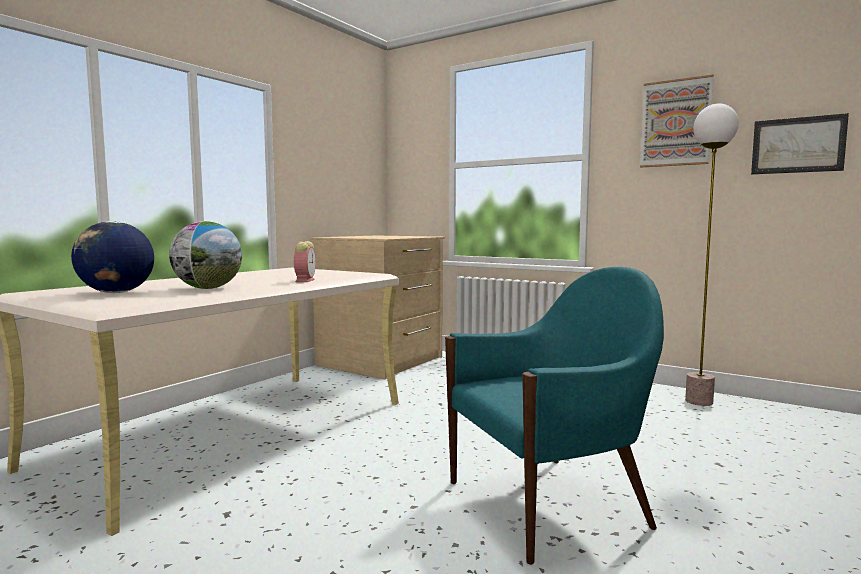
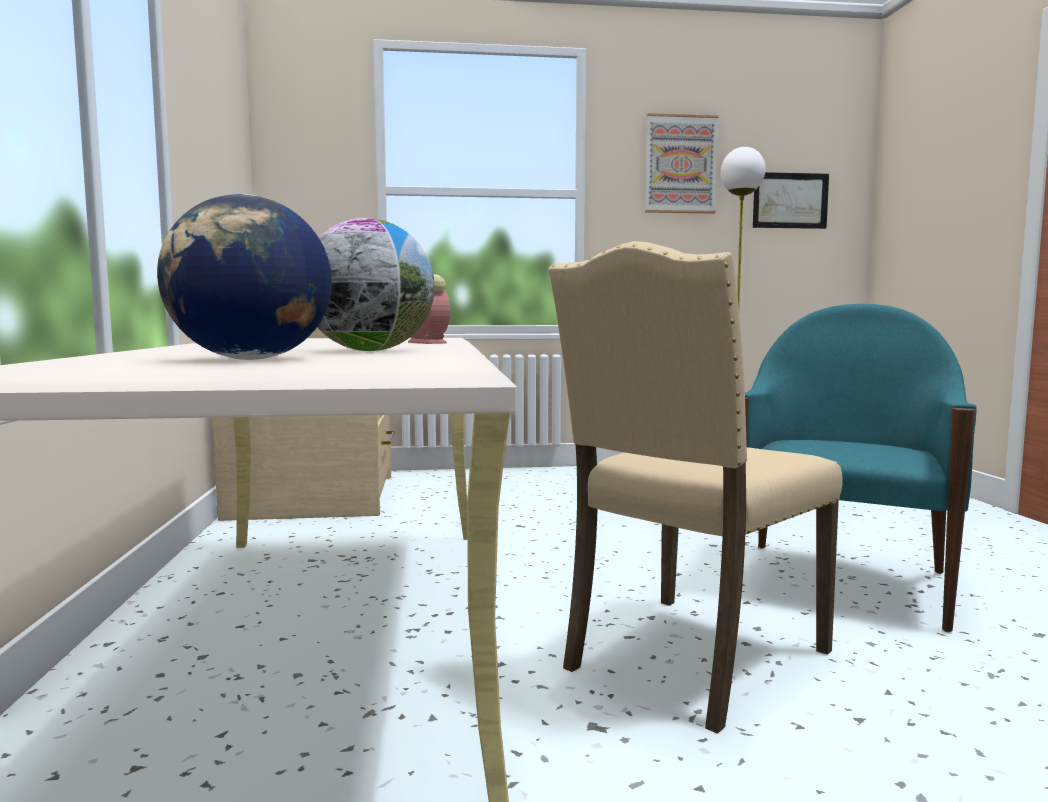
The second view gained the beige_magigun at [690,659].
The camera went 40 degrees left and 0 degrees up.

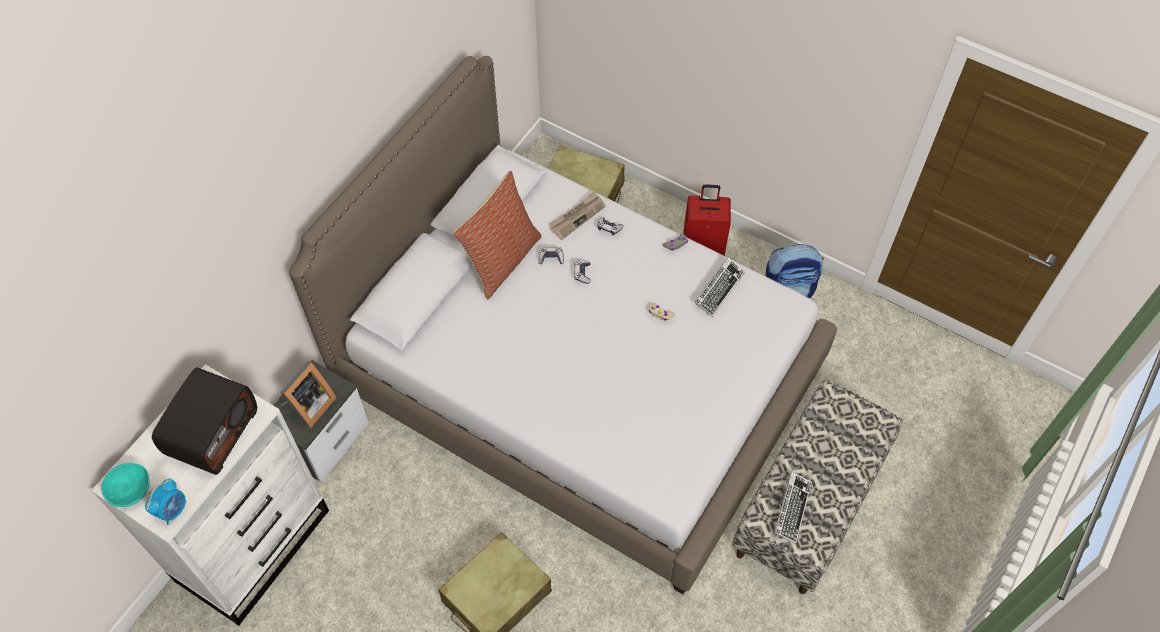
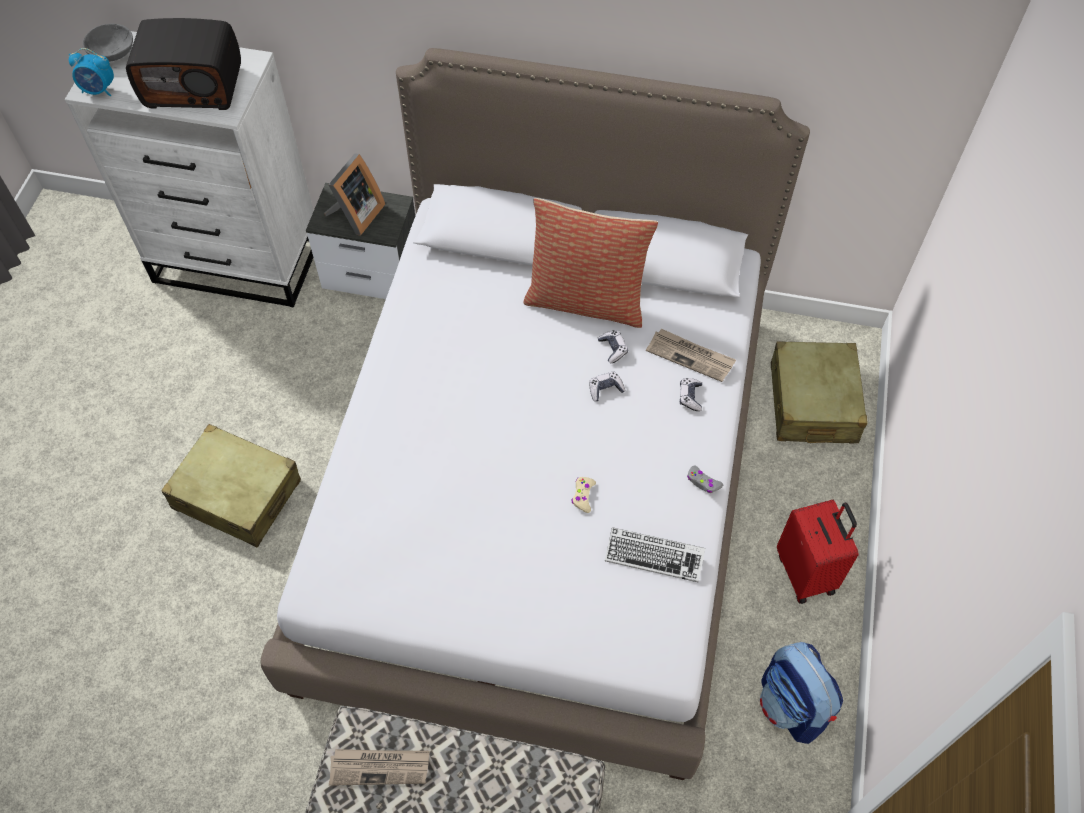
Where the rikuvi stood at [791,509], the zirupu came to stand at [380,767].
What was the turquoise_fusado at [131,491] turned into the grey_fusado at [112,54].
The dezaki at [309,406] ended up facing another way, 75 degrees counterclockwise from before.
The camera went 70 degrees right and 0 degrees up.

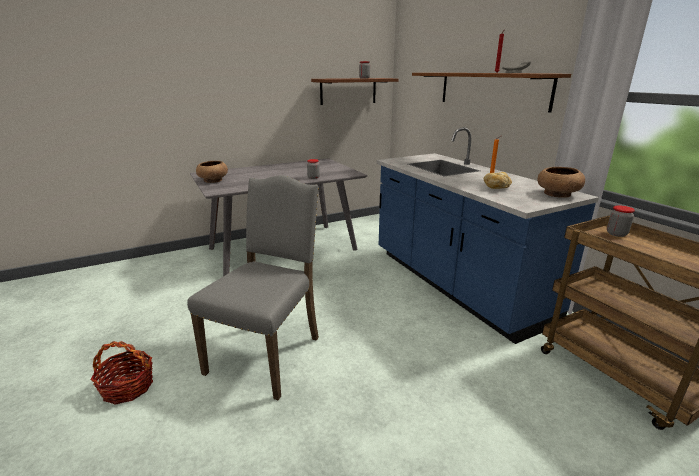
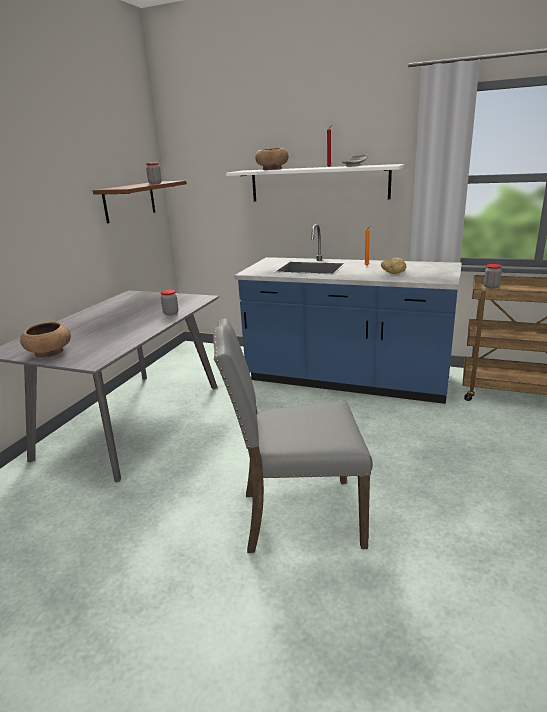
The second view lost the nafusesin at [127,387].
The brown_fusado ended up elsewhere, having gone from [557,194] to [272,169].
What was the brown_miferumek at [491,89] turned into the white_miferumek at [318,184].
The grey_magigun at [268,354] ended up facing another way, 75 degrees counterclockwise from before.
The camera went 40 degrees left and 0 degrees up.

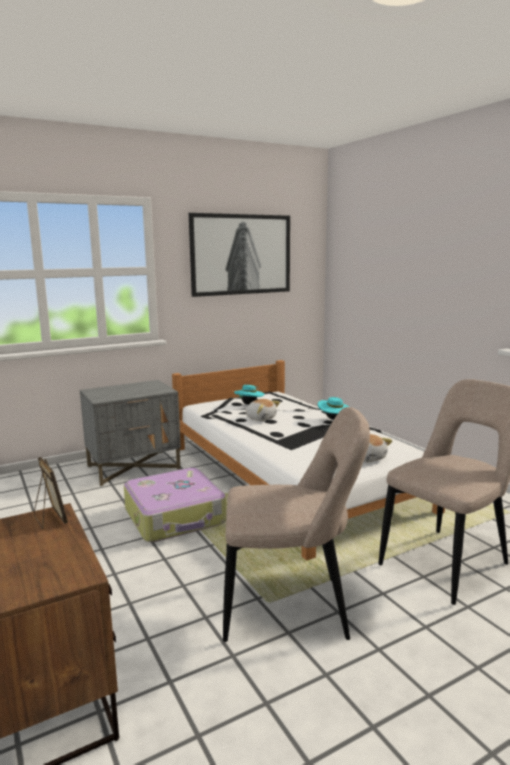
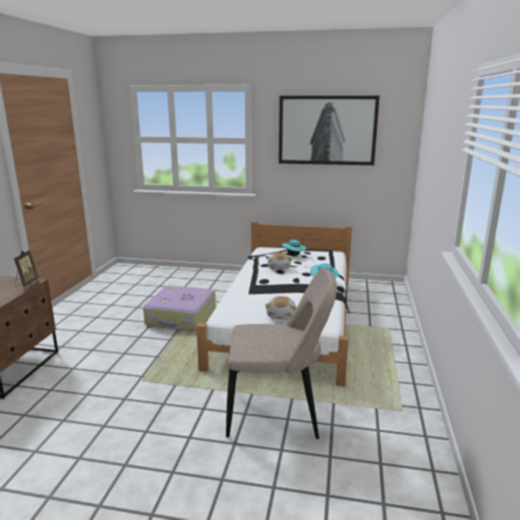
The second view lost the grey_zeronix at [134,467].
The second view lost the beige_magigun at [291,608].
The camera went 40 degrees right and 5 degrees up.

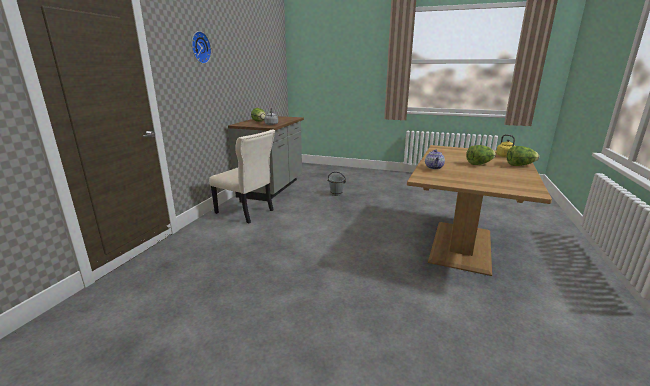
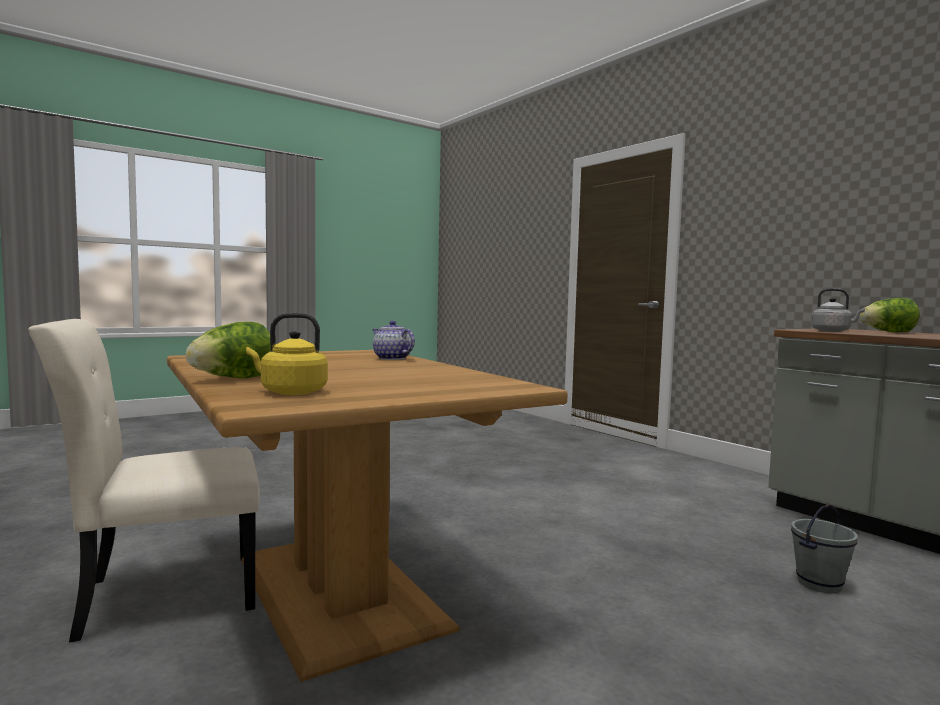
The second view lost the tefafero at [199,47].
The second view lost the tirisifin at [479,164].
The beige_magigun ended up elsewhere, having gone from [246,212] to [162,595].
The camera went 125 degrees right and 15 degrees down.

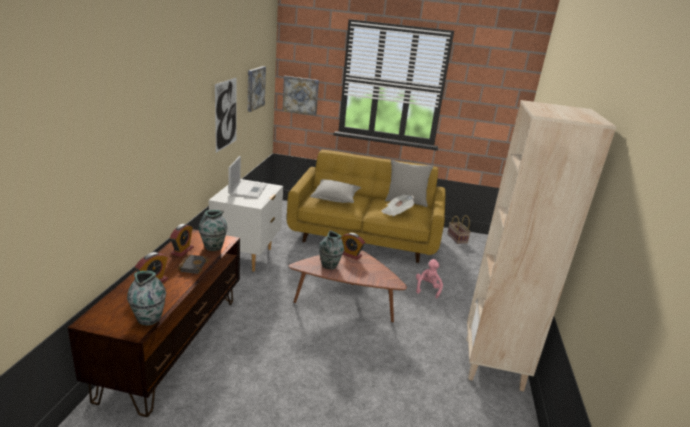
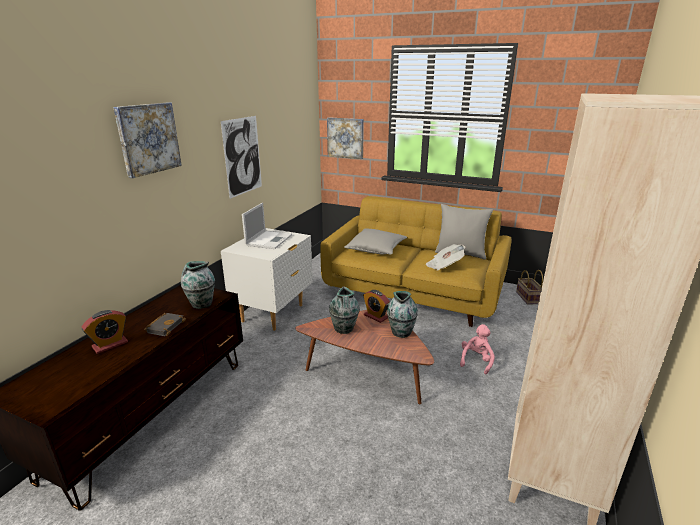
The second view lost the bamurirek at [182,250].
The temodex ended up elsewhere, having gone from [149,318] to [401,332].
The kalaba ended up elsewhere, having gone from [255,88] to [148,138].
The camera went 15 degrees right and 0 degrees up.

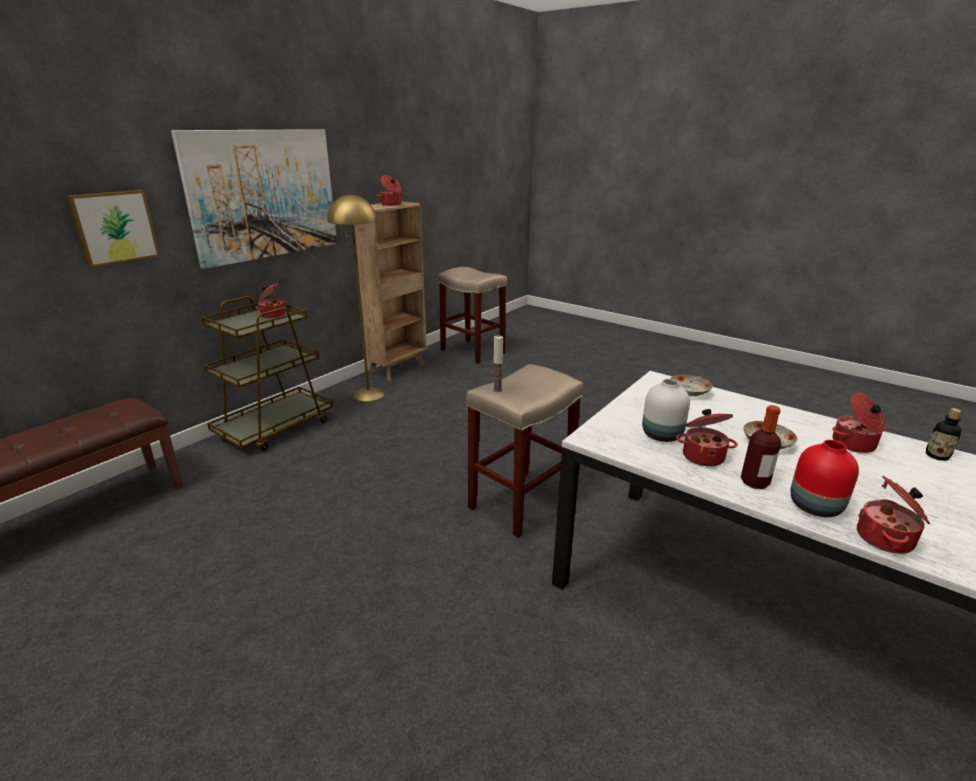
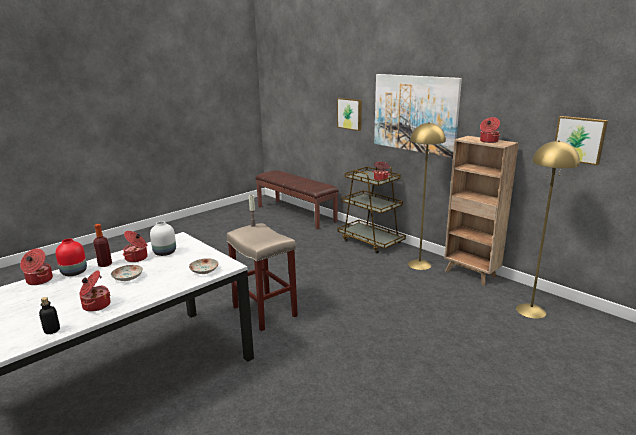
The second view gained the kalaba at [579,139].
Where the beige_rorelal stood at [471,351], the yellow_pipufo came to stand at [530,310].
The camera went 100 degrees right and 5 degrees down.

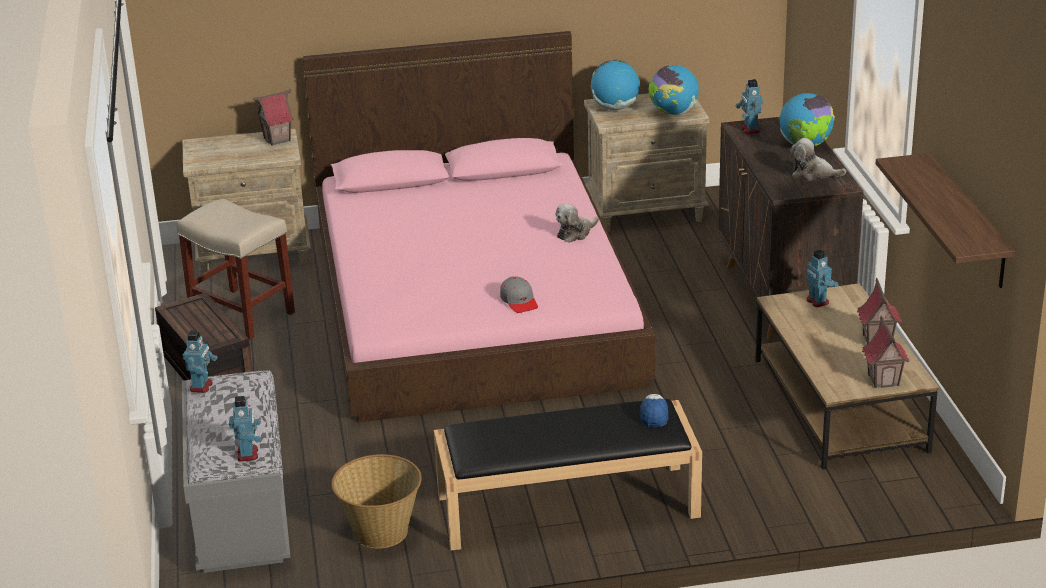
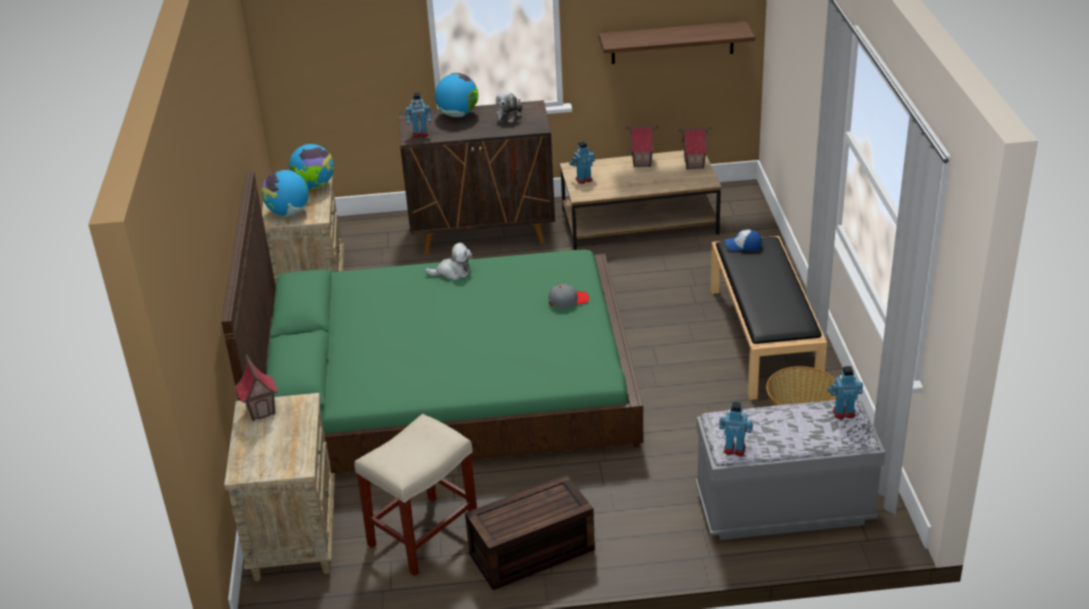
What was the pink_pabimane at [474,302] turned into the green_pabimane at [445,383].
The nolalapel at [575,233] ended up facing another way, 60 degrees counterclockwise from before.
The camera went 85 degrees left and 5 degrees up.

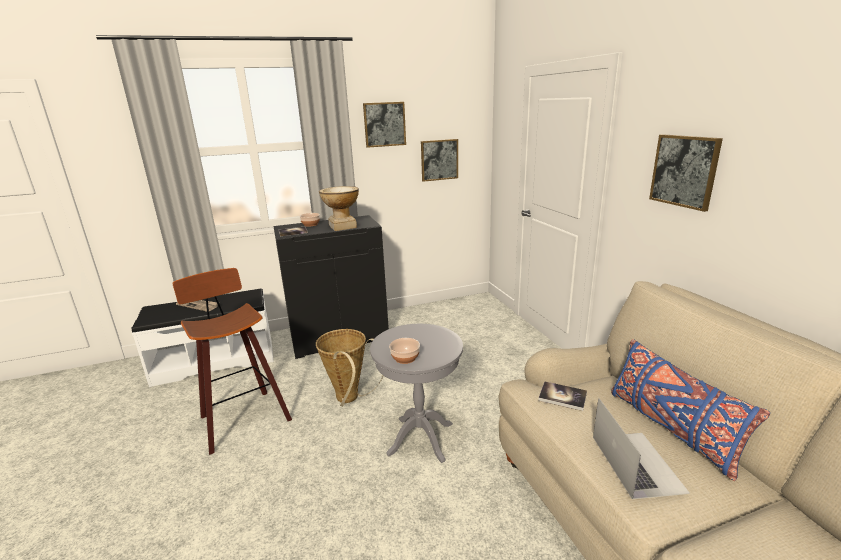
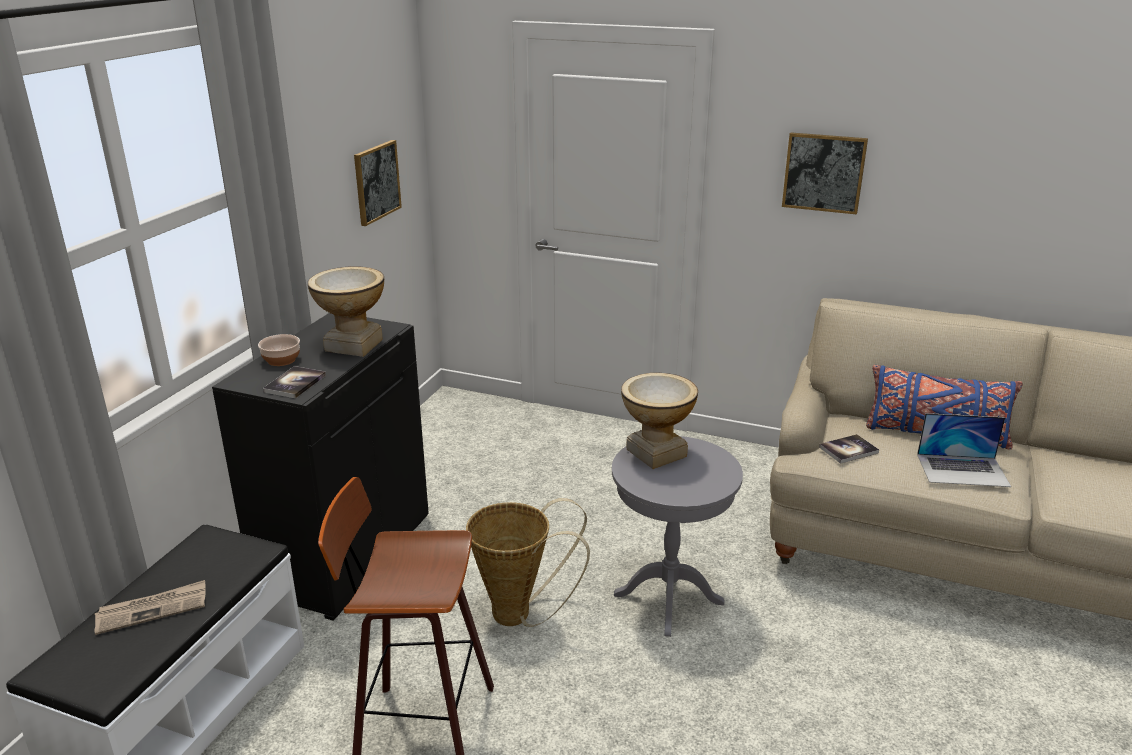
The second view lost the kalaba at [384,124].
The second view lost the fusado at [405,358].
The second view gained the temodex at [656,453].
The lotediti at [636,463] ended up facing another way, 150 degrees clockwise from before.
The camera went 50 degrees left and 5 degrees up.

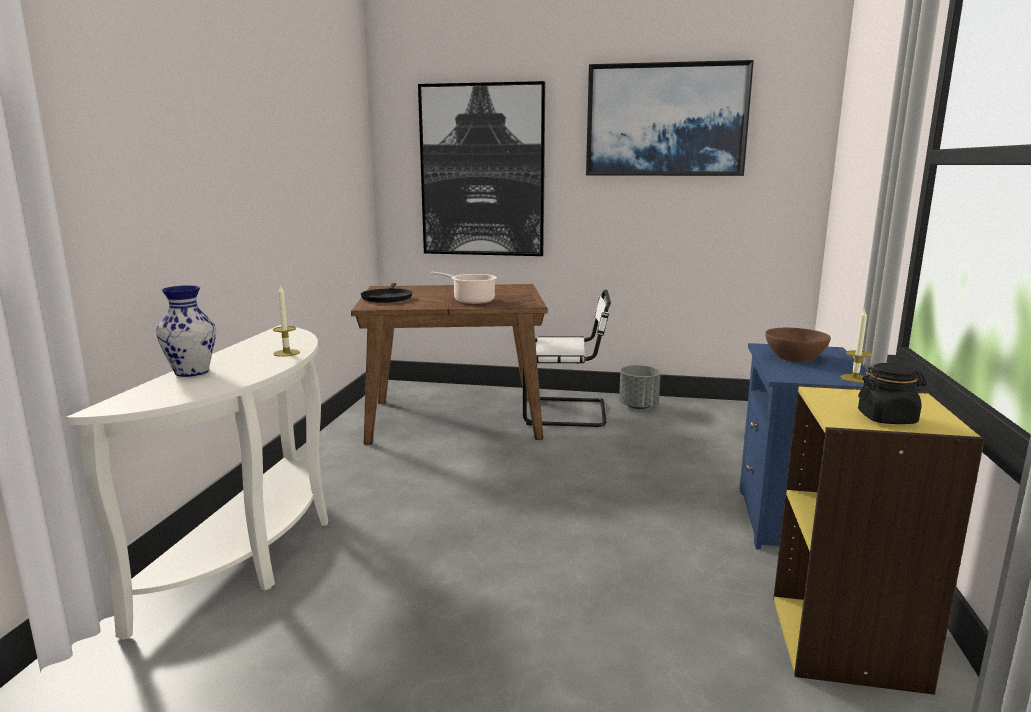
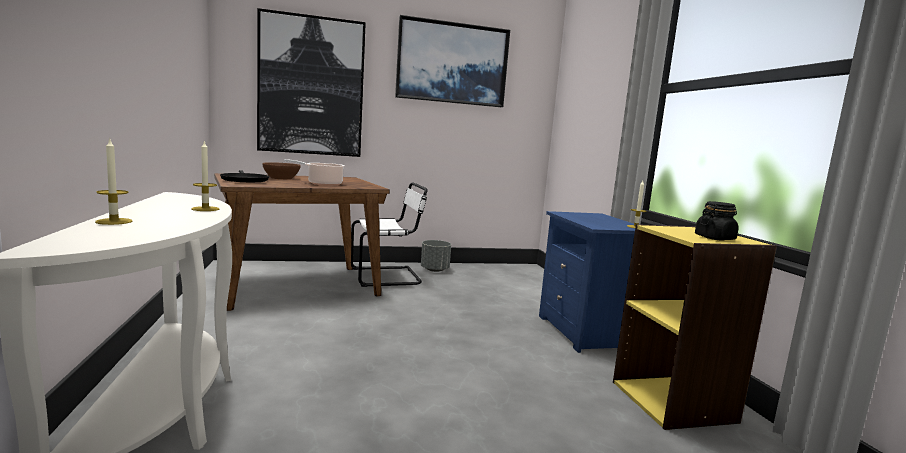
The brown_fusado ended up elsewhere, having gone from [794,357] to [281,178].
Where the temodex stood at [191,372], the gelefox came to stand at [114,221].
The camera went 25 degrees left and 5 degrees down.

